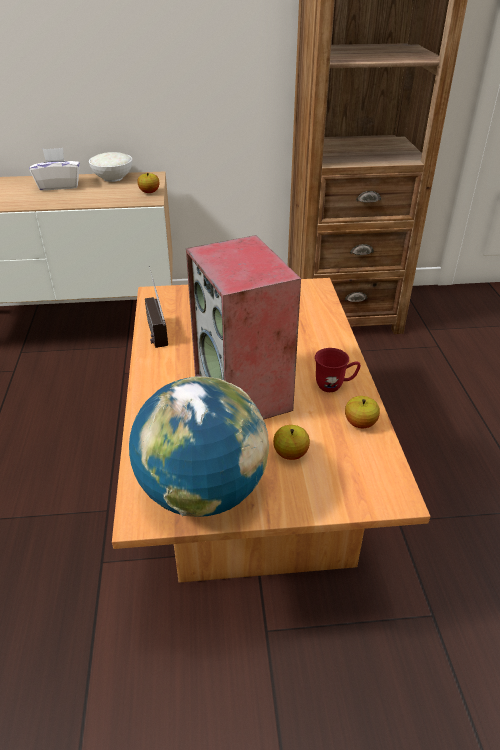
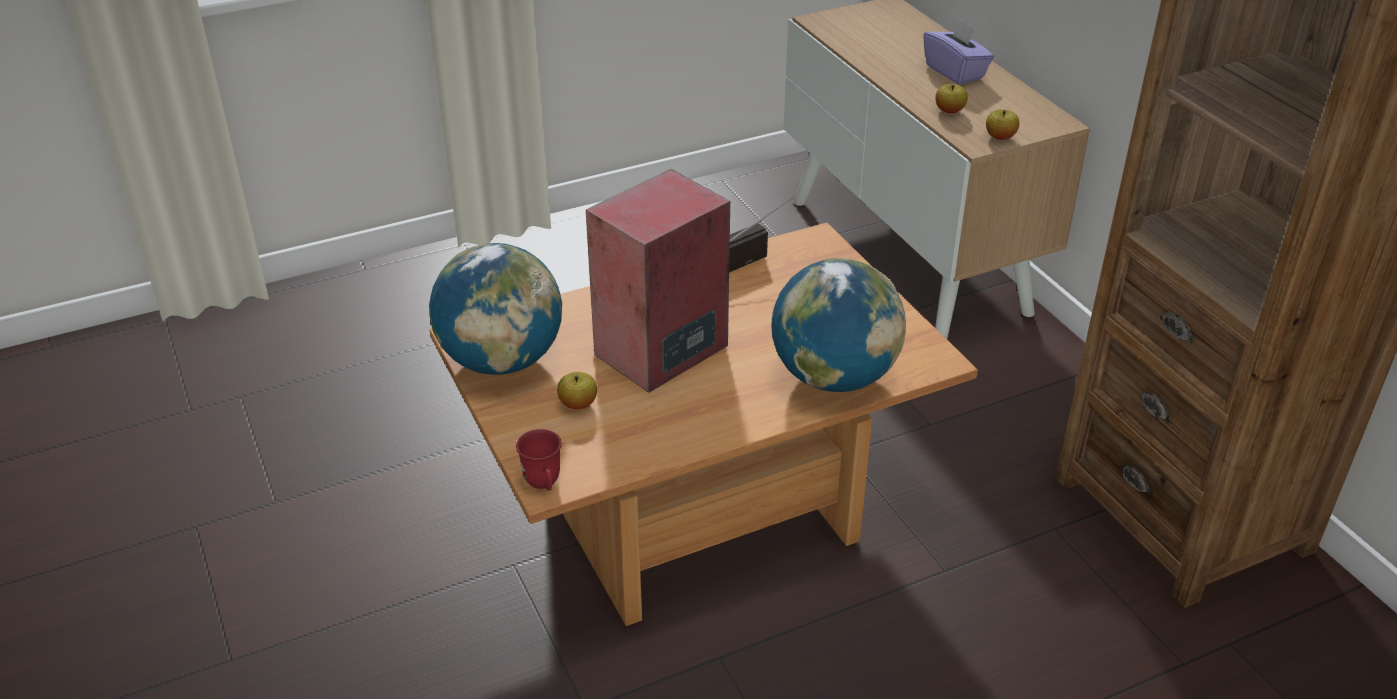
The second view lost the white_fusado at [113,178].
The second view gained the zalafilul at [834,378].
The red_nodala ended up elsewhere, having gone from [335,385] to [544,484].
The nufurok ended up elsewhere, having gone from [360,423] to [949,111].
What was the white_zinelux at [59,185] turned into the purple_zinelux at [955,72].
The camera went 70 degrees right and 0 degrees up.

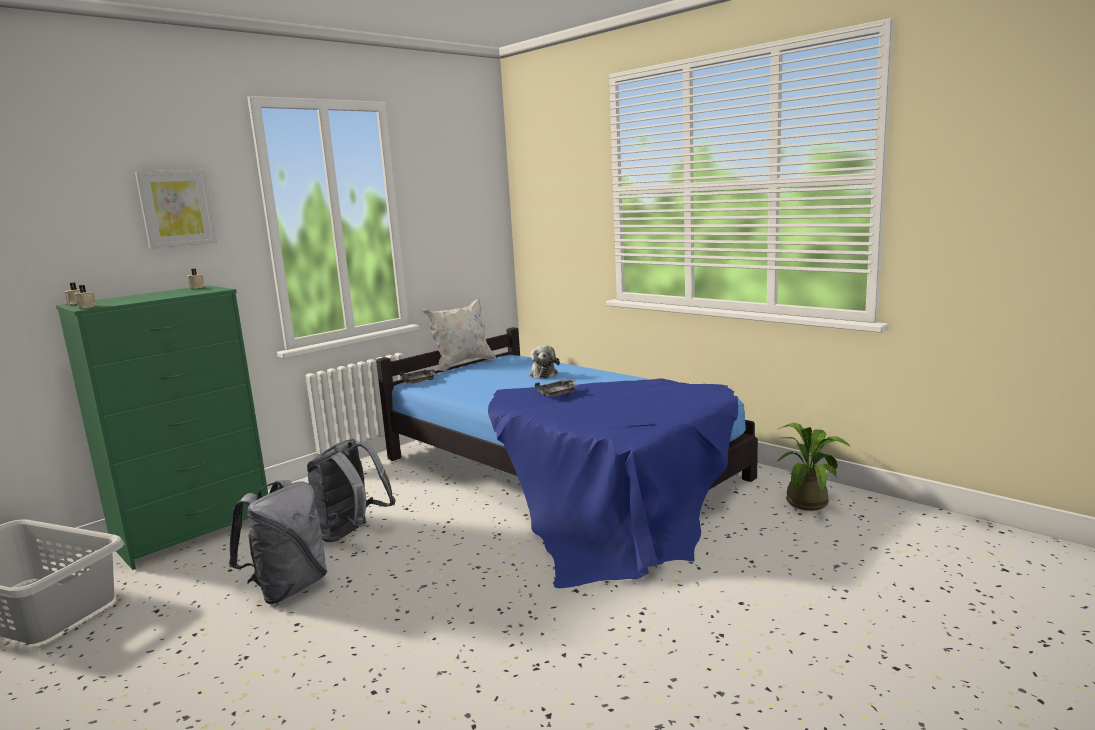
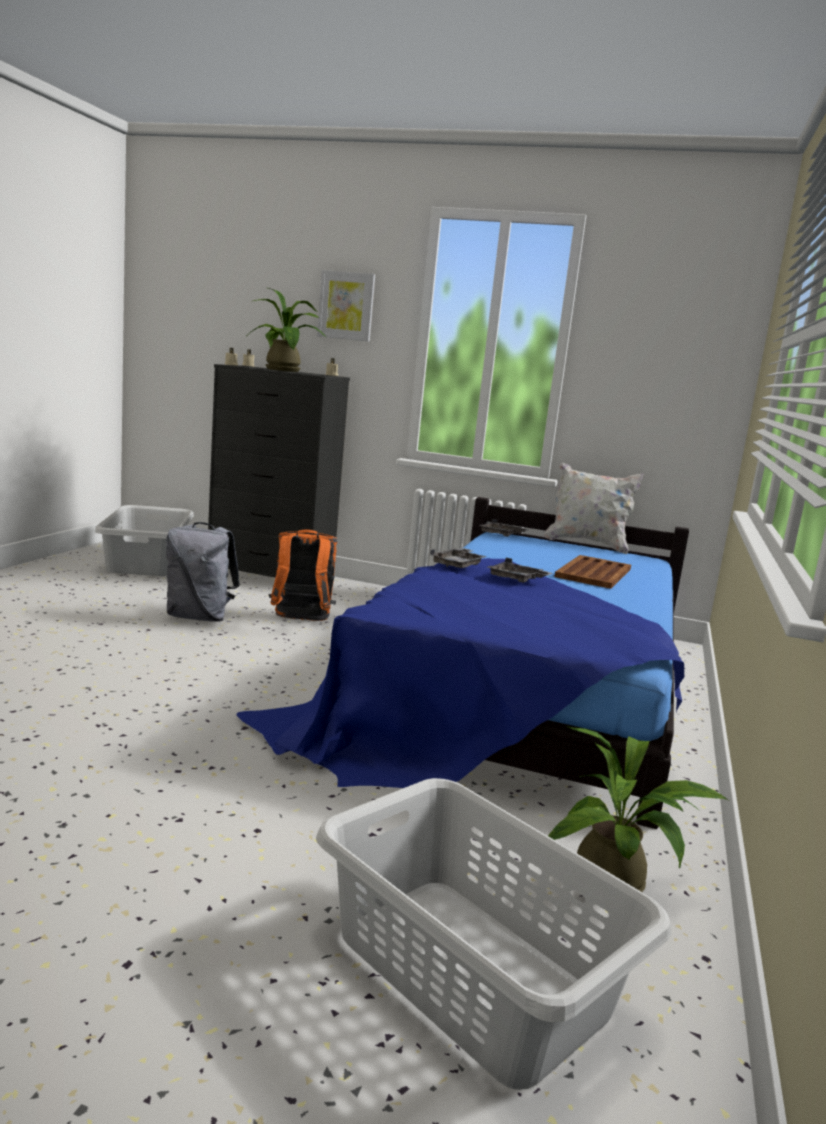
The second view gained the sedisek at [284,370].
The second view gained the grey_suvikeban at [471,970].
The second view gained the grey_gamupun at [458,565].
Where the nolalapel stood at [543,374], the brown_gamupun came to stand at [594,573].
What was the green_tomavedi at [195,531] turned into the black_tomavedi at [271,575].
What was the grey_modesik at [352,534] turned into the orange_modesik at [300,621].
The camera went 60 degrees right and 0 degrees up.

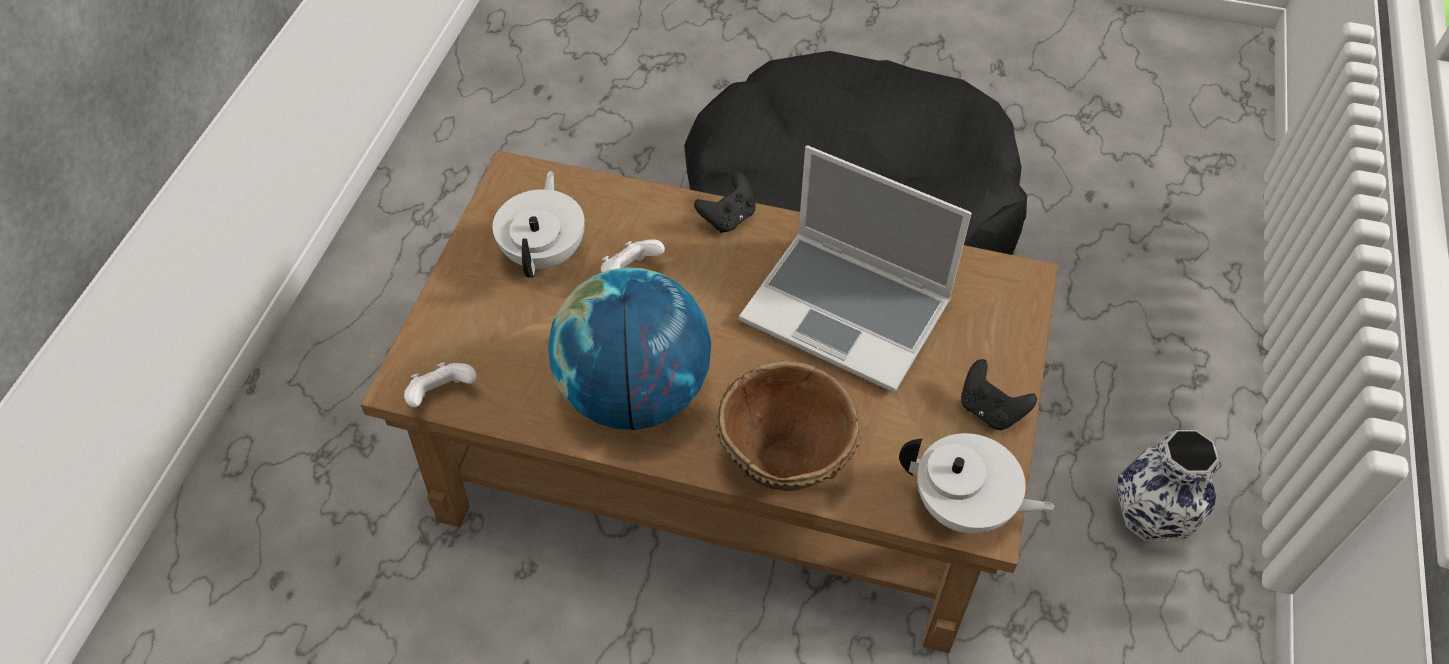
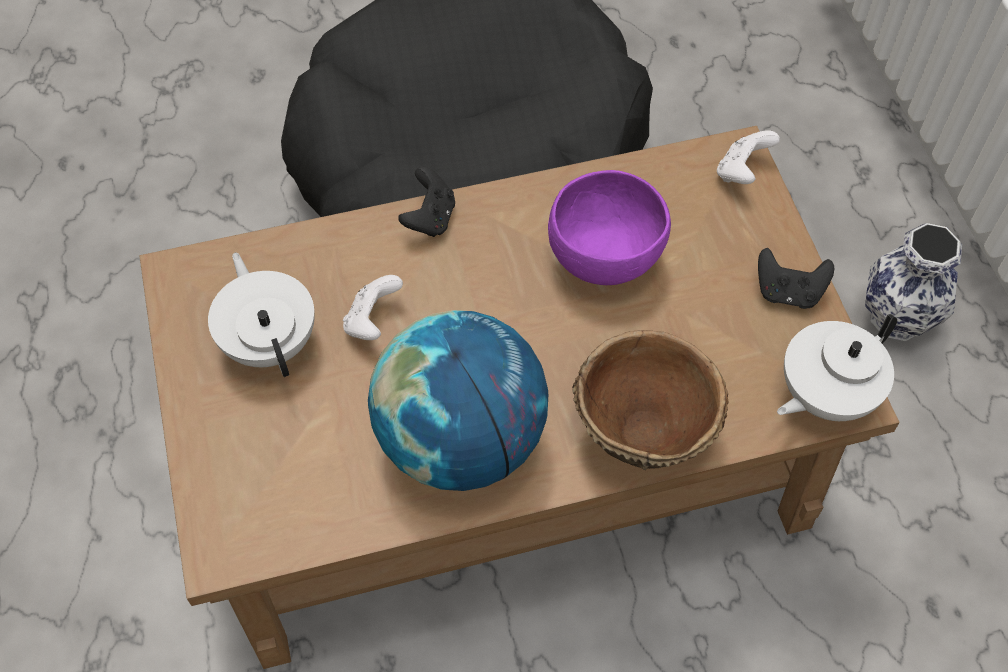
The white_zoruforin ended up elsewhere, having gone from [442,395] to [741,171].
Where the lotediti stood at [849,311], the purple_fusado came to stand at [606,259].
The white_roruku at [963,507] ended up facing another way, 150 degrees clockwise from before.
The camera went 30 degrees left and 5 degrees up.

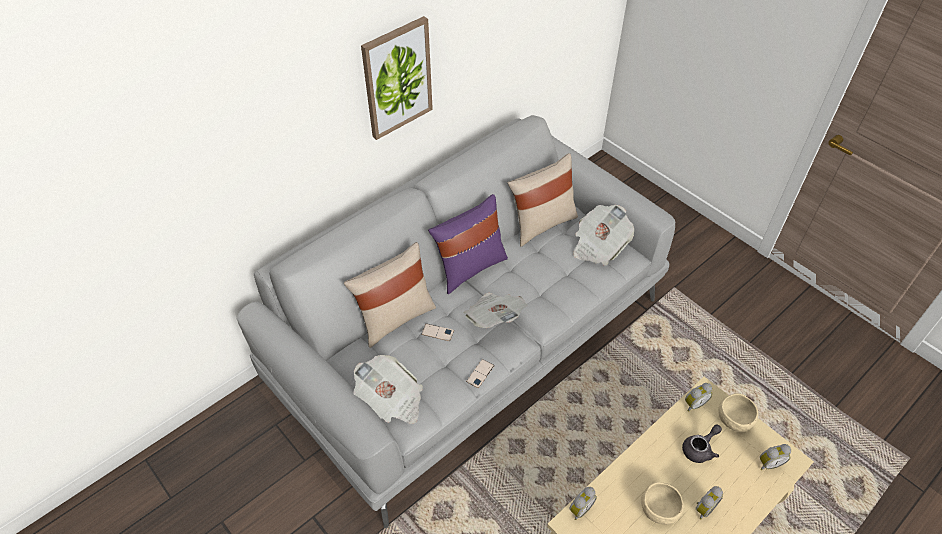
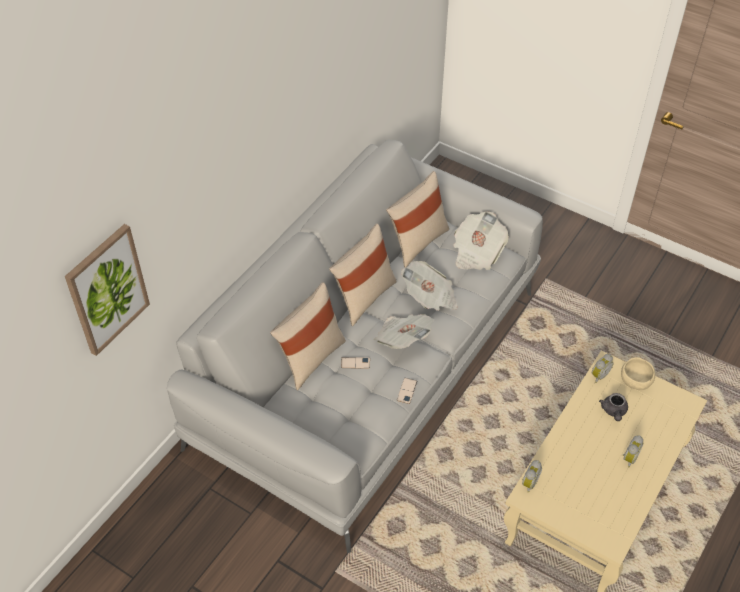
The second view lost the beige_fusado at [660,510].
The second view lost the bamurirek at [768,463].
The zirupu ended up elsewhere, having gone from [391,401] to [430,297].
The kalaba ended up elsewhere, having gone from [397,78] to [107,289].
What was the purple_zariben at [469,267] turned into the beige_zariben at [364,297].
The grey_roruku at [700,449] ended up facing another way, 150 degrees clockwise from before.
The camera went 15 degrees left and 0 degrees up.

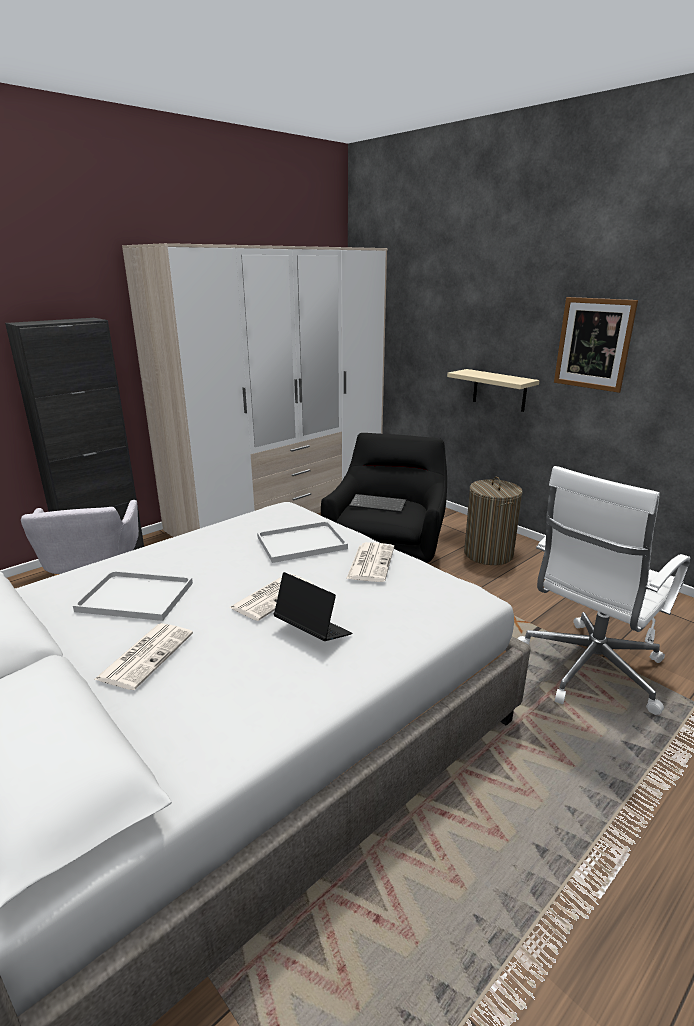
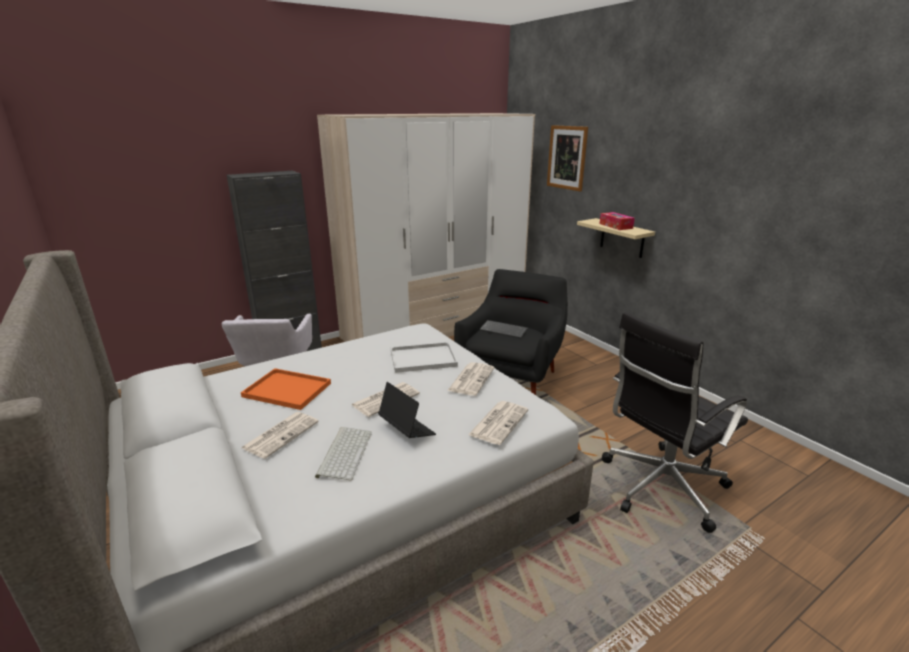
The second view lost the suvikeban at [488,554].
The second view gained the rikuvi at [344,452].
The second view gained the zirupu at [499,422].
The second view gained the zinelux at [615,226].
The kalaba ended up elsewhere, having gone from [593,344] to [567,157].
What was the white_gamupun at [133,597] turned into the orange_gamupun at [285,390].
What was the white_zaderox at [588,669] turned into the black_zaderox at [660,487].
The camera went 10 degrees right and 0 degrees up.

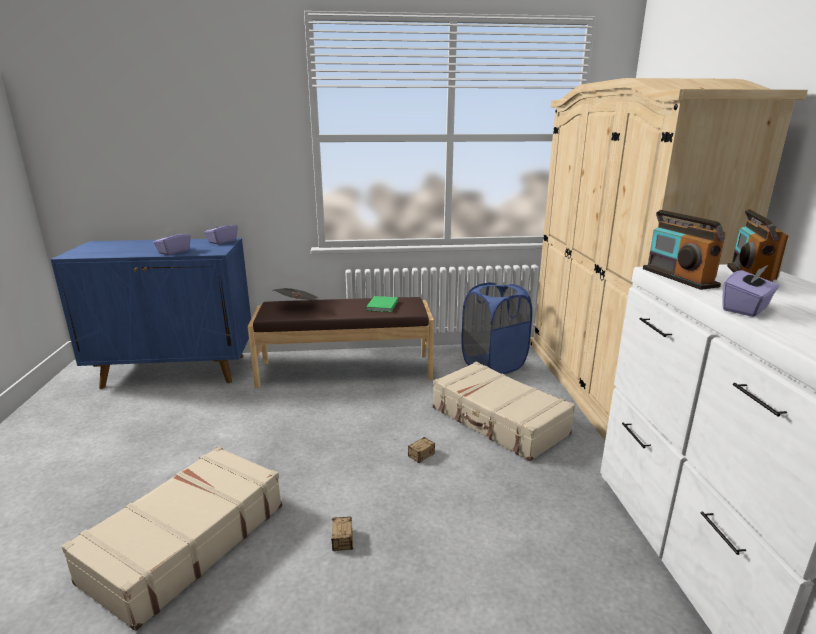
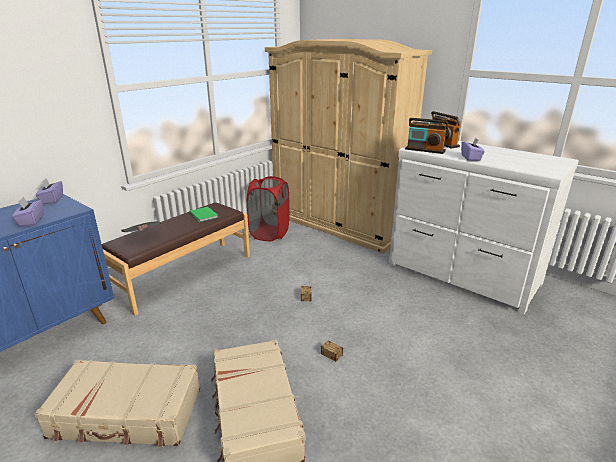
The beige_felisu ended up elsewhere, having gone from [498,421] to [127,414].
What was the blue_suvikeban at [493,364] turned into the red_suvikeban at [269,233].
The camera went 45 degrees left and 5 degrees up.

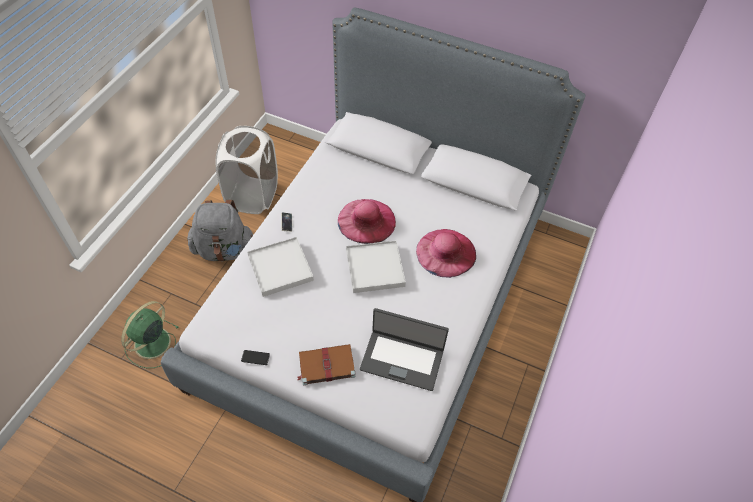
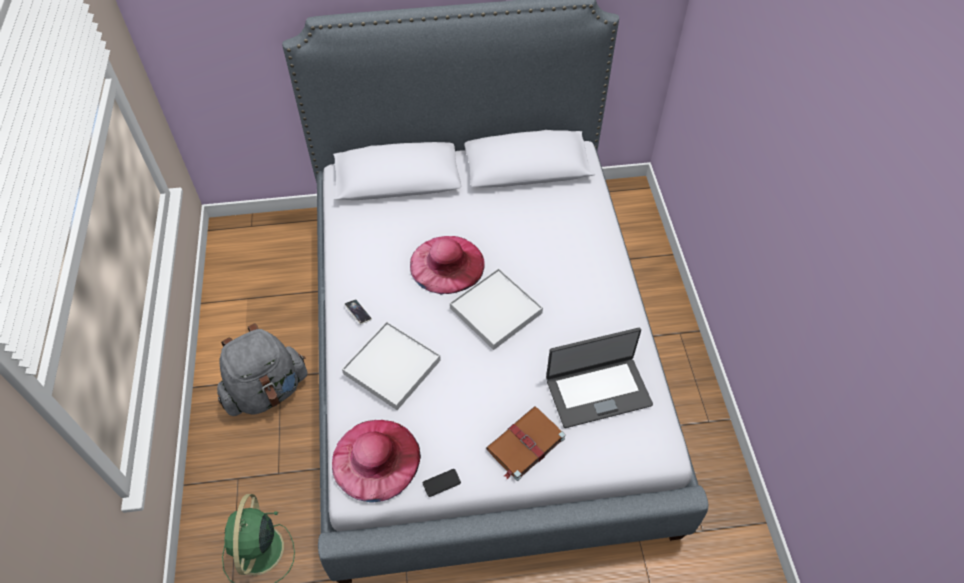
The second view lost the white_suvikeban at [253,196].
The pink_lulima ended up elsewhere, having gone from [446,252] to [376,459].
The camera went 30 degrees left and 0 degrees up.

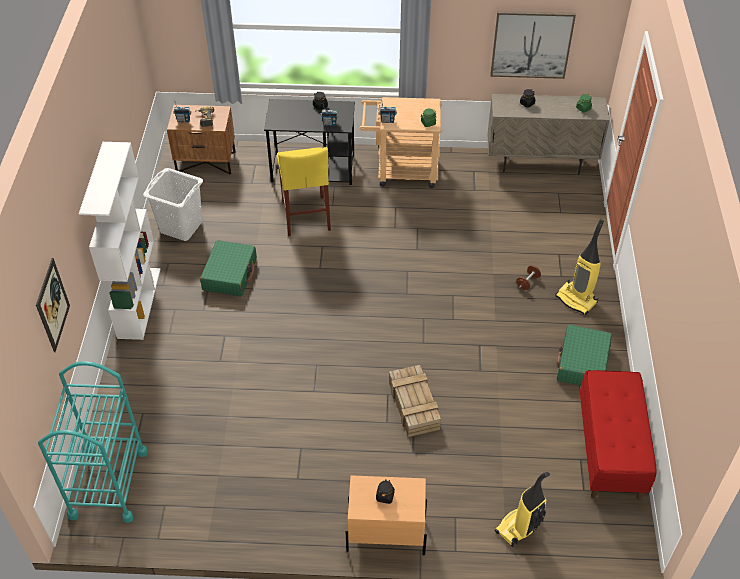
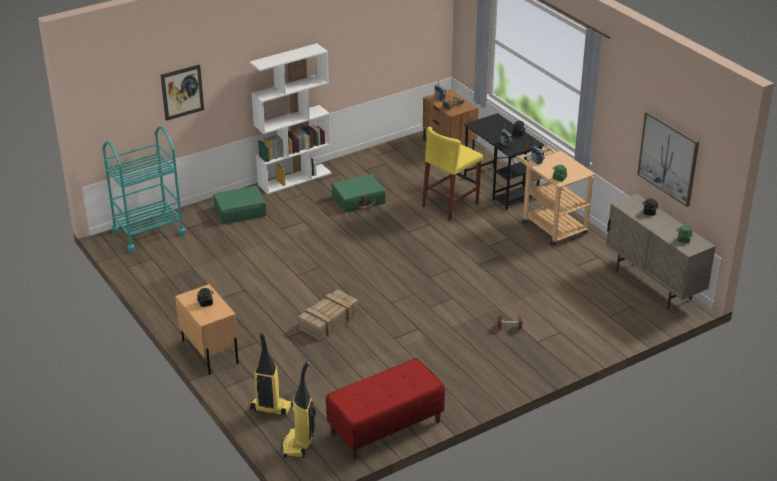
The second view lost the white_suvikeban at [181,226].
The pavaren ended up elsewhere, having gone from [577,299] to [298,445].
The green_felisu ended up elsewhere, having gone from [582,363] to [240,211].
The camera went 55 degrees right and 15 degrees down.

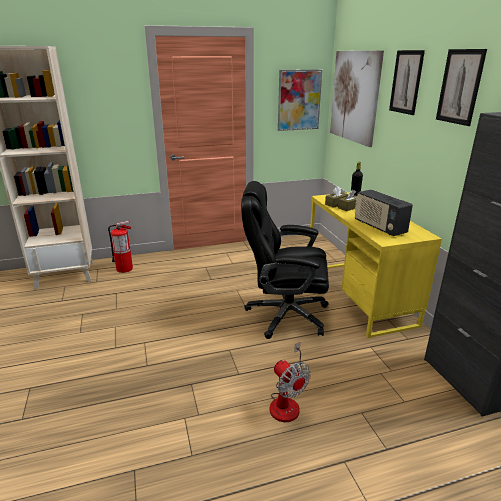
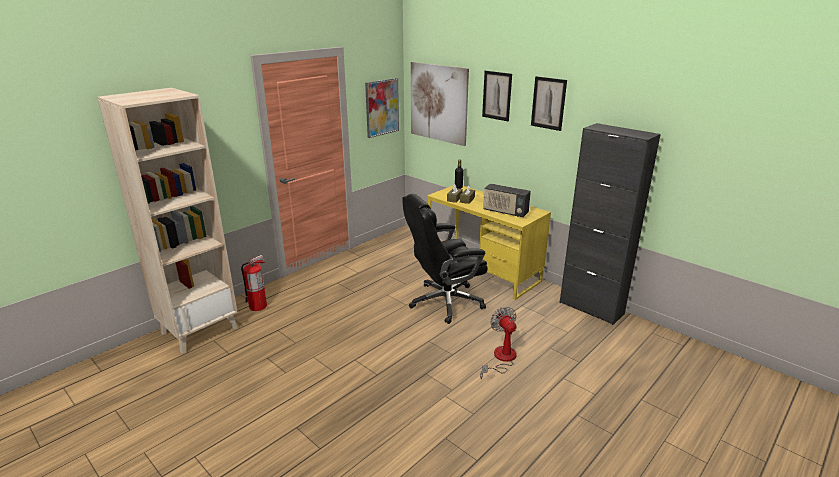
The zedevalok at [287,401] ended up facing another way, 135 degrees counterclockwise from before.
The camera went 30 degrees left and 0 degrees up.

